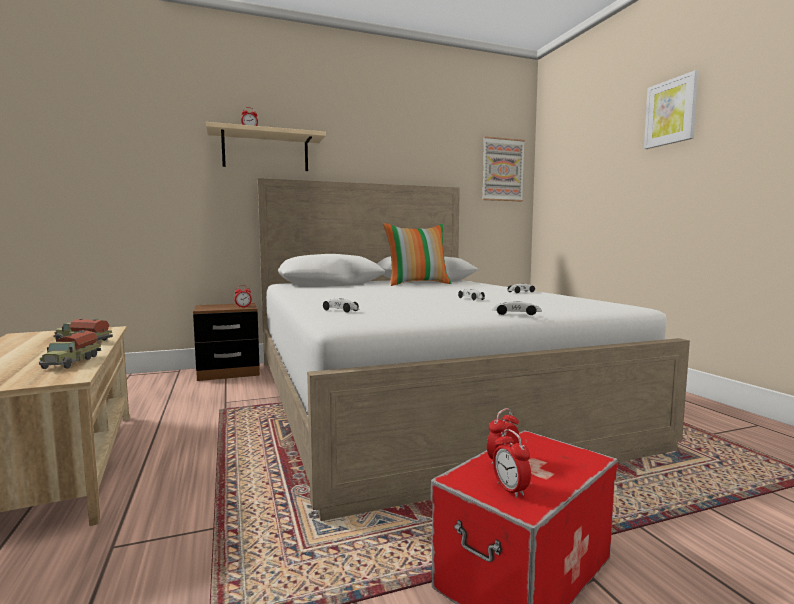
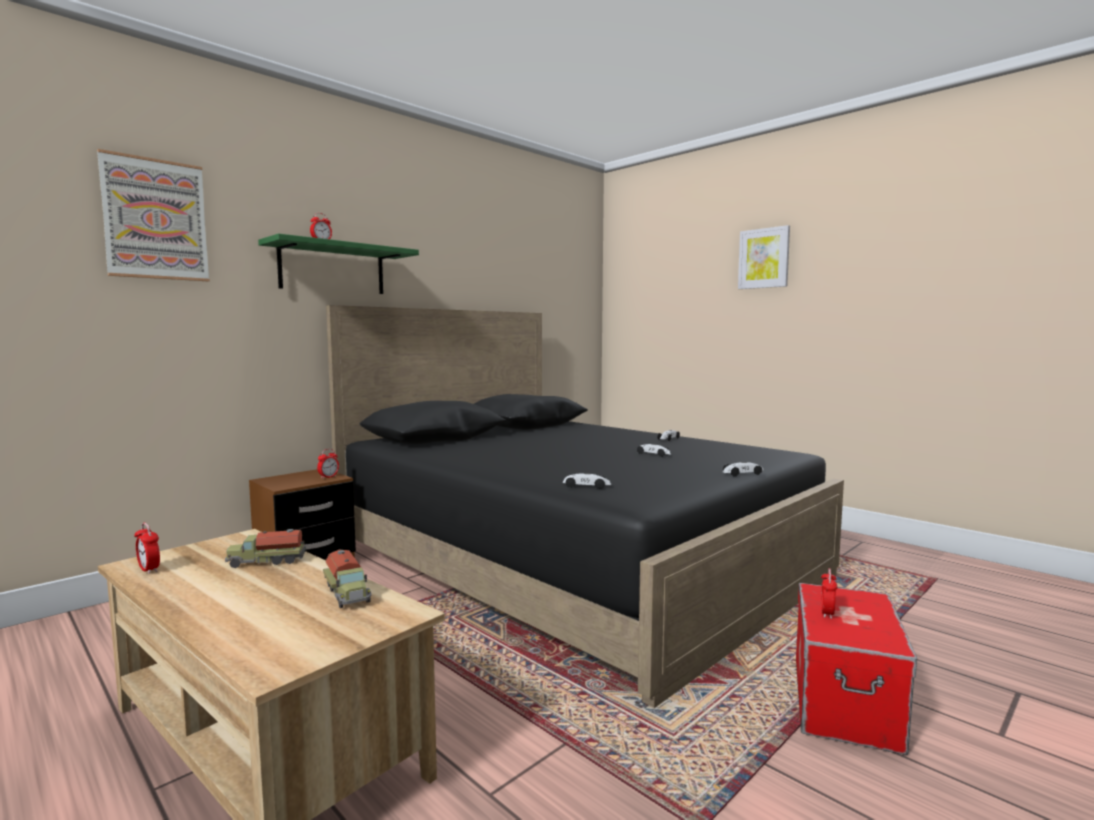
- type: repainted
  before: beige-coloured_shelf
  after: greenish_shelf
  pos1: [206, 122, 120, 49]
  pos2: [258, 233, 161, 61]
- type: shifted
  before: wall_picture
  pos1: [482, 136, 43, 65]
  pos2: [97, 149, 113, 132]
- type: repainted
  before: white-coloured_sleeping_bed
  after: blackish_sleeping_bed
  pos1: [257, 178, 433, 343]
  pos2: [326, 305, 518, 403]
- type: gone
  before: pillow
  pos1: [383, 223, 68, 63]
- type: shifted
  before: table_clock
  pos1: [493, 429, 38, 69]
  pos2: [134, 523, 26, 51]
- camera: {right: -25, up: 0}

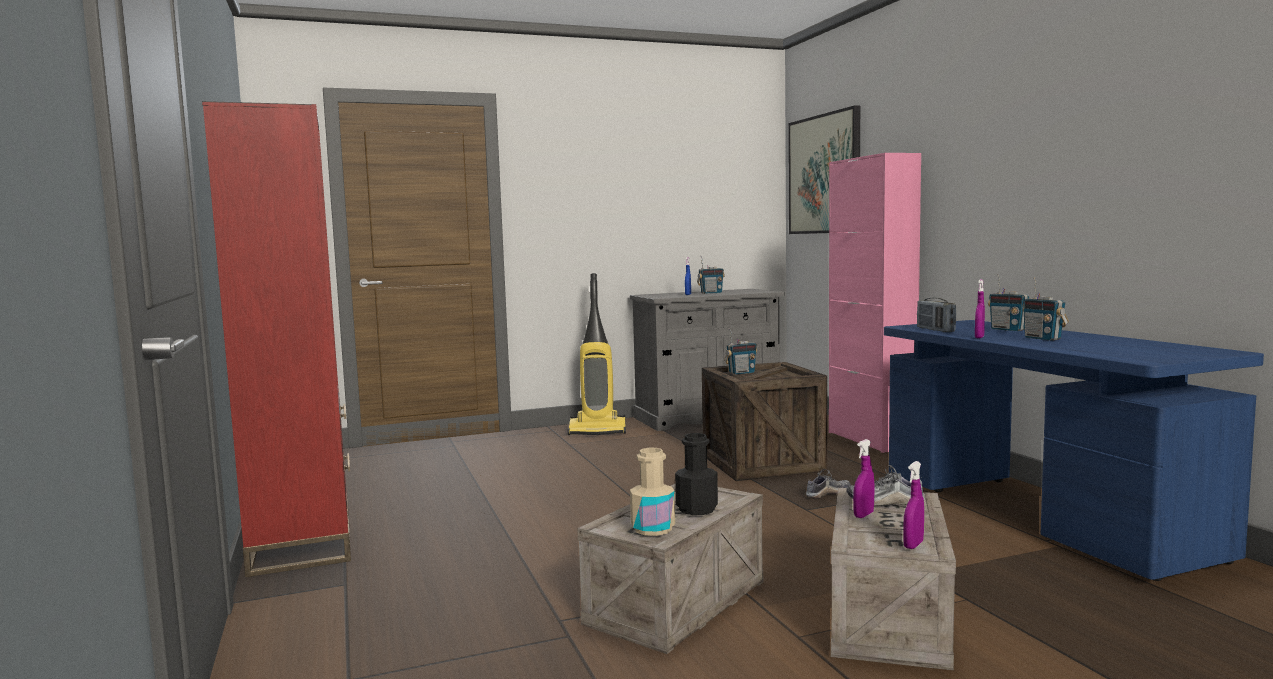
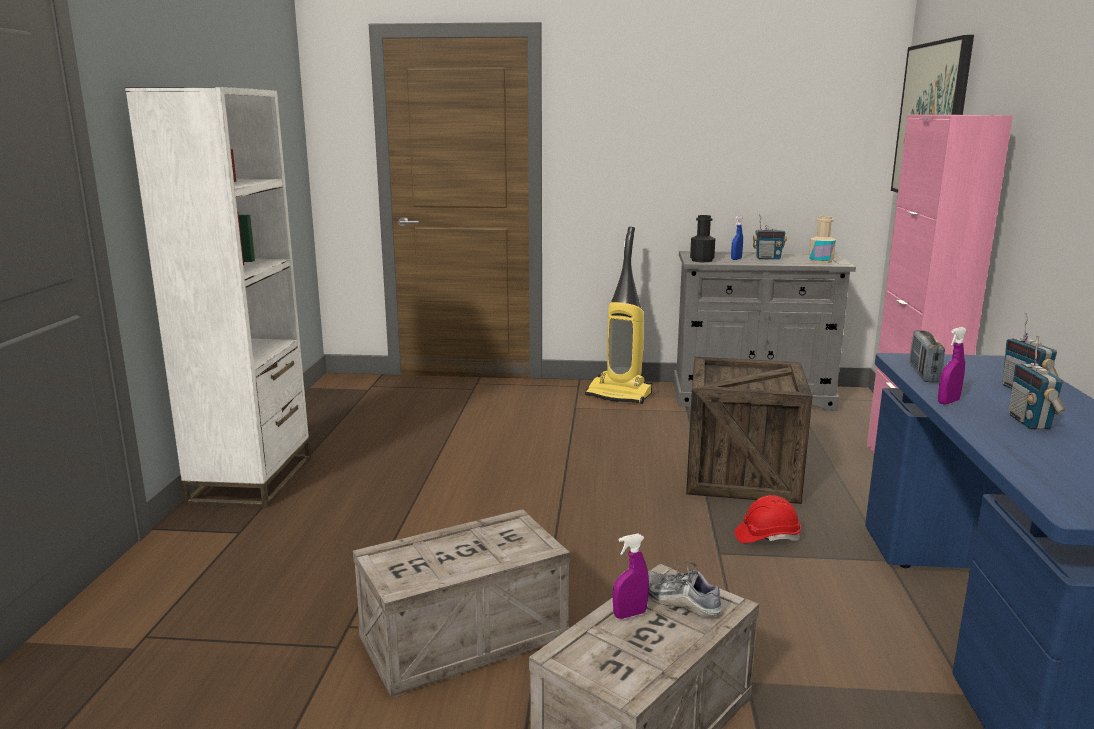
- type: repainted
  before: red_shelving_unit
  after: white-coloured_shelving_unit
  pos1: [202, 101, 149, 476]
  pos2: [125, 87, 186, 421]
- type: gone
  before: radio
  pos1: [724, 328, 33, 47]
- type: shifted
  before: blackish_beverage_bottle
  pos1: [675, 433, 43, 82]
  pos2: [690, 215, 25, 47]
- type: shifted
  before: beige-coloured_beverage_bottle
  pos1: [630, 448, 45, 88]
  pos2: [809, 216, 27, 47]
- type: gone
  before: purplish_hand_sprayer
  pos1: [903, 461, 21, 88]
- type: swapped
  before: shoe
  after: red_hard_hat
  pos1: [806, 469, 45, 30]
  pos2: [735, 495, 66, 48]
- camera: {right: 25, up: 10}

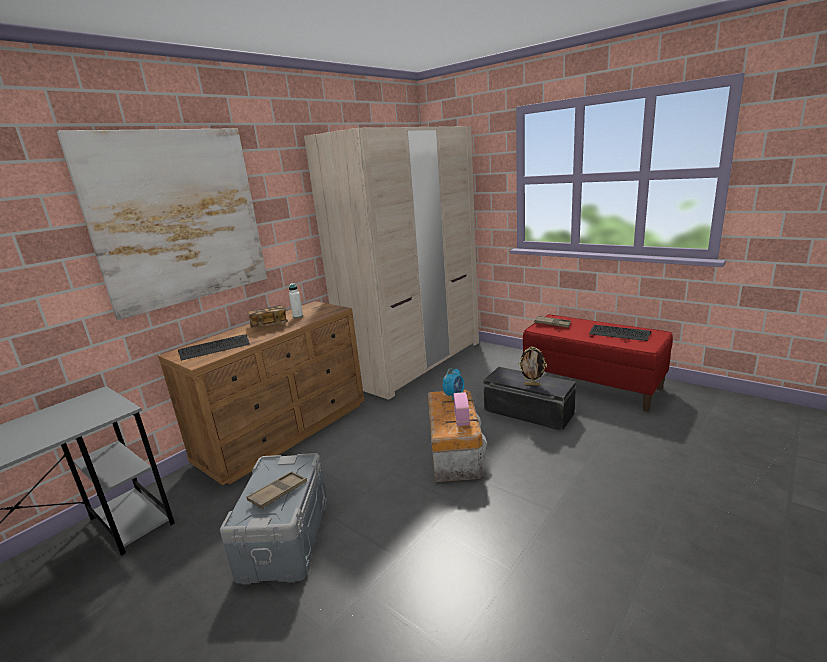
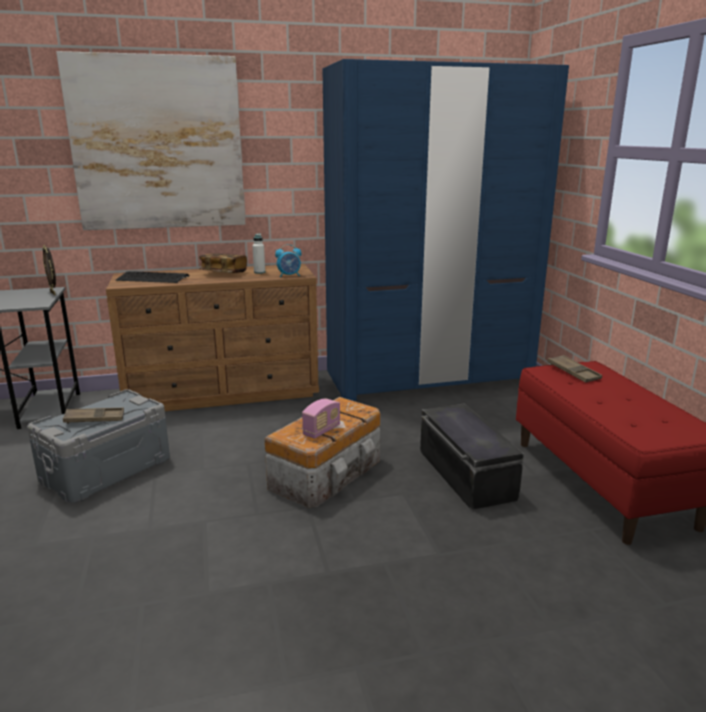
- type: repainted
  before: beige-coloured_clothes_cupboard
  after: bluish_clothes_cupboard
  pos1: [304, 126, 175, 274]
  pos2: [322, 59, 247, 342]
- type: gone
  before: PC_keyboard
  pos1: [589, 325, 63, 16]
- type: shifted
  before: standing_frame
  pos1: [518, 346, 29, 40]
  pos2: [42, 245, 14, 50]
- type: shifted
  before: table_clock
  pos1: [443, 368, 21, 33]
  pos2: [275, 244, 27, 34]
- camera: {right: 35, up: 0}

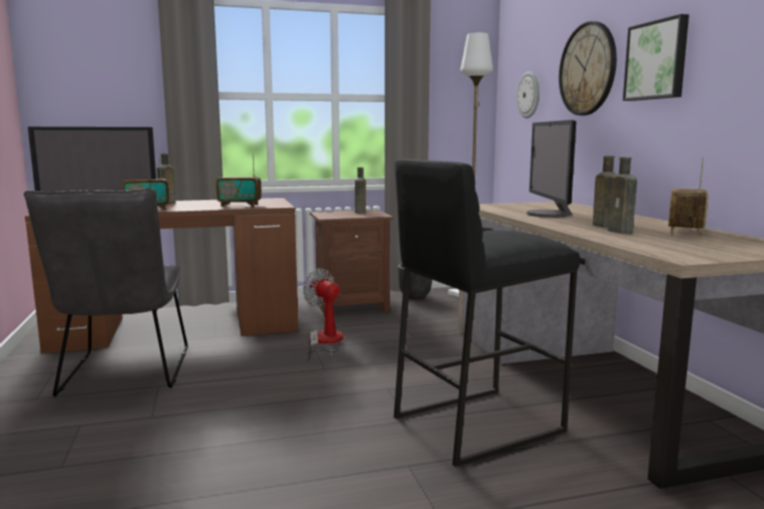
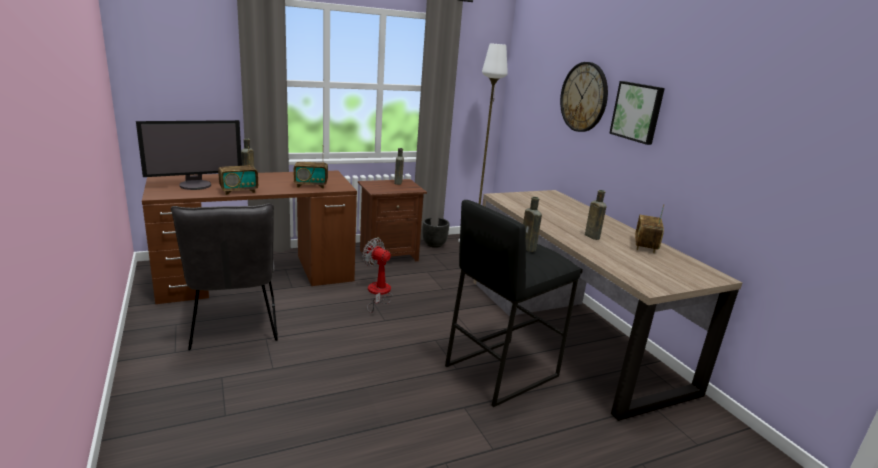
- type: gone
  before: clock_on_the_wall
  pos1: [516, 71, 24, 47]
- type: gone
  before: computer_display
  pos1: [527, 120, 49, 97]
- type: shifted
  before: brown_beverage_bottle
  pos1: [608, 157, 29, 77]
  pos2: [523, 197, 19, 55]
- camera: {right: -10, up: 10}

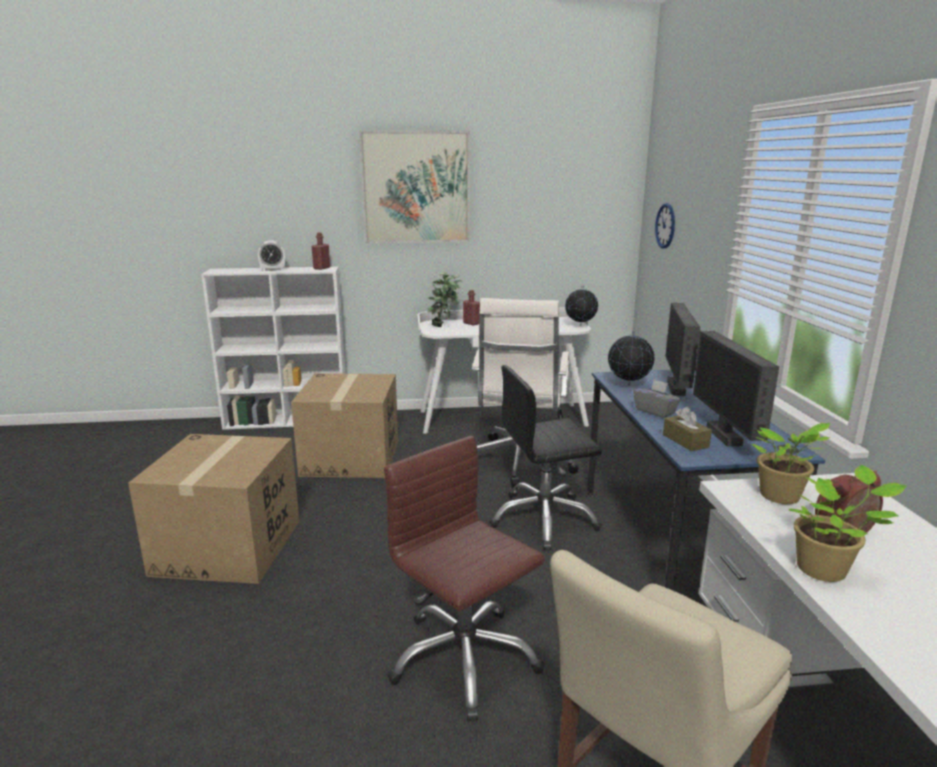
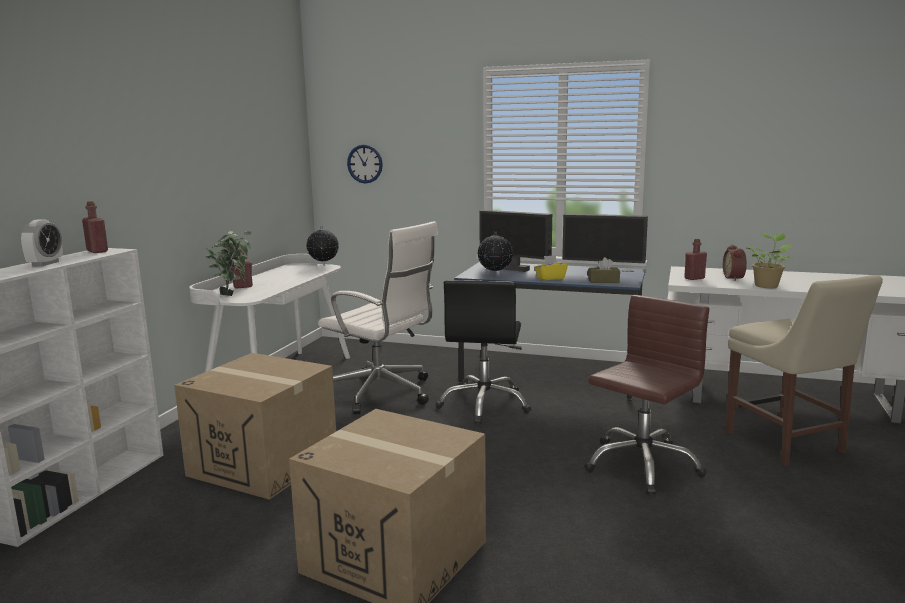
- type: gone
  before: wall_picture
  pos1: [359, 130, 111, 113]
- type: repainted
  before: grey_box_of_tissues
  after: yellow-coloured_box_of_tissues
  pos1: [633, 379, 48, 39]
  pos2: [534, 255, 34, 25]
- type: swapped
  before: potted_plant
  after: red_beverage_bottle
  pos1: [751, 423, 79, 81]
  pos2: [684, 239, 23, 41]
- type: rotated
  before: brown_desk_chair
  pos1: [384, 436, 160, 285]
  pos2: [584, 295, 125, 200]
  turn: 150
- camera: {right: -65, up: -5}

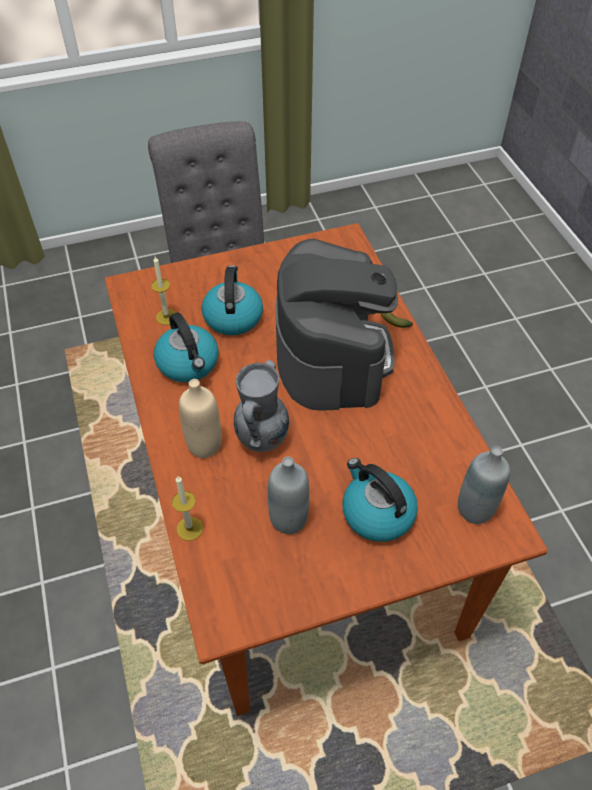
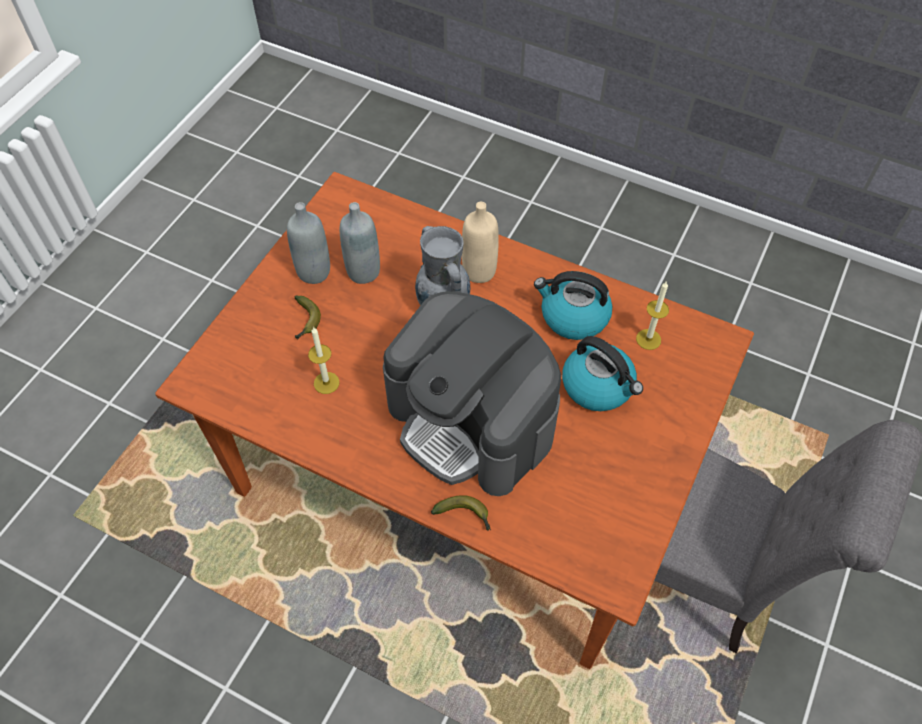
- type: shifted
  before: grey_beverage_bottle
  pos1: [458, 446, 52, 78]
  pos2: [287, 202, 43, 82]
- type: swapped
  before: water_kettle
  after: banana
  pos1: [342, 458, 76, 84]
  pos2: [295, 295, 26, 45]
- type: shifted
  before: wax_light
  pos1: [172, 476, 31, 65]
  pos2: [308, 327, 31, 67]
- camera: {right: 135, up: 5}

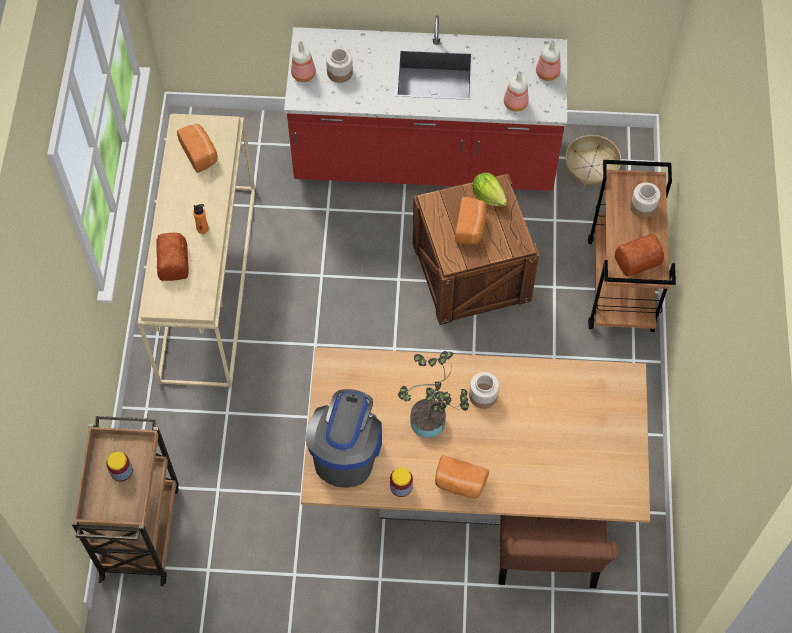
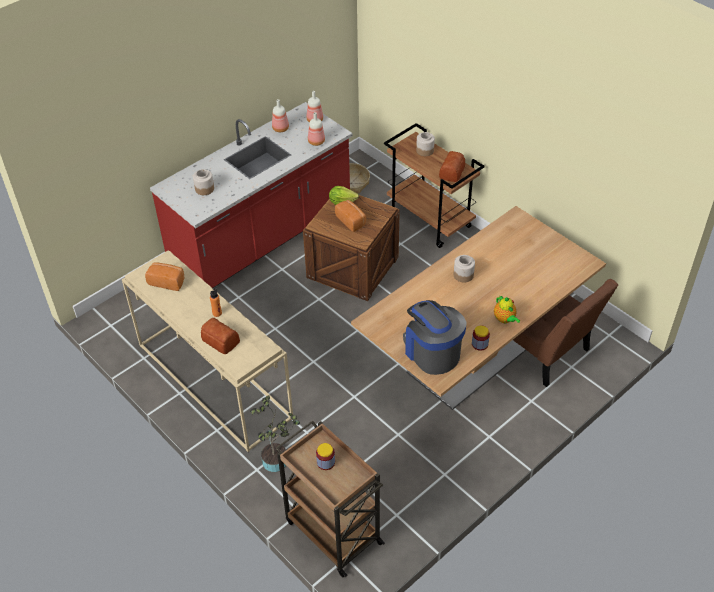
- type: shifted
  before: beverage_bottle
  pos1: [291, 41, 25, 41]
  pos2: [272, 99, 17, 33]
- type: shifted
  before: potted_plant
  pos1: [398, 351, 71, 87]
  pos2: [250, 395, 50, 77]
- type: swapped
  before: bread
  after: pot_for_tea
  pos1: [435, 455, 54, 43]
  pos2: [494, 295, 26, 28]
- camera: {right: -45, up: -15}

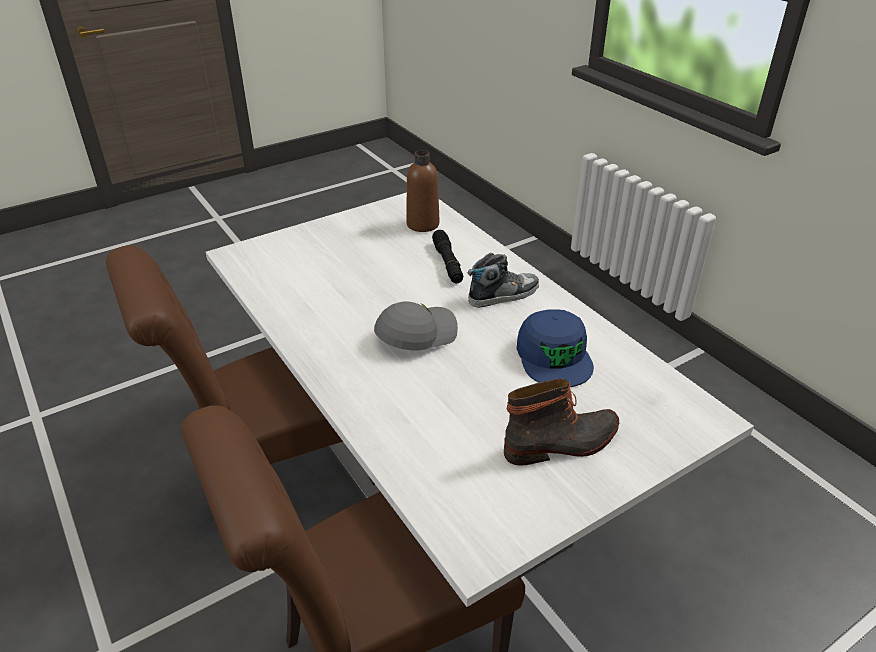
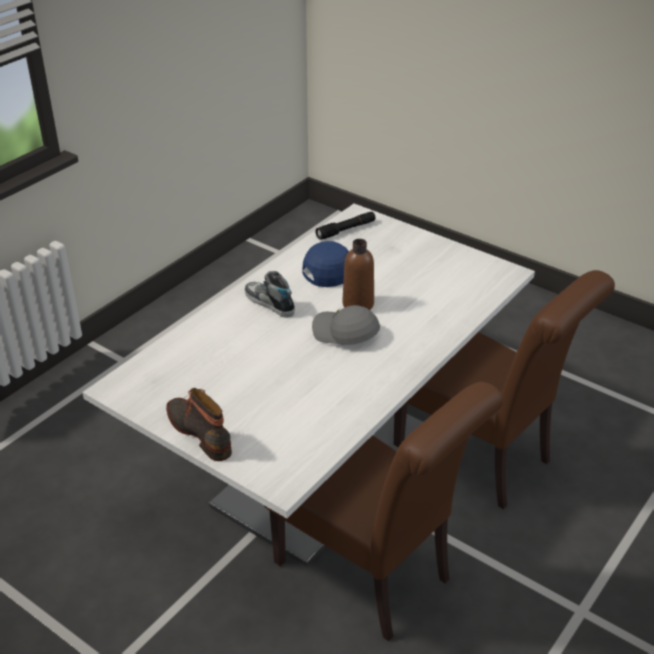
- type: shifted
  before: brown_beverage_bottle
  pos1: [406, 150, 33, 82]
  pos2: [343, 239, 31, 71]
- type: shifted
  before: blackish_flashlight
  pos1: [432, 230, 31, 53]
  pos2: [316, 212, 60, 28]
- type: shifted
  before: high-top_boot
  pos1: [504, 379, 115, 86]
  pos2: [166, 388, 66, 73]
- camera: {right: -110, up: 0}

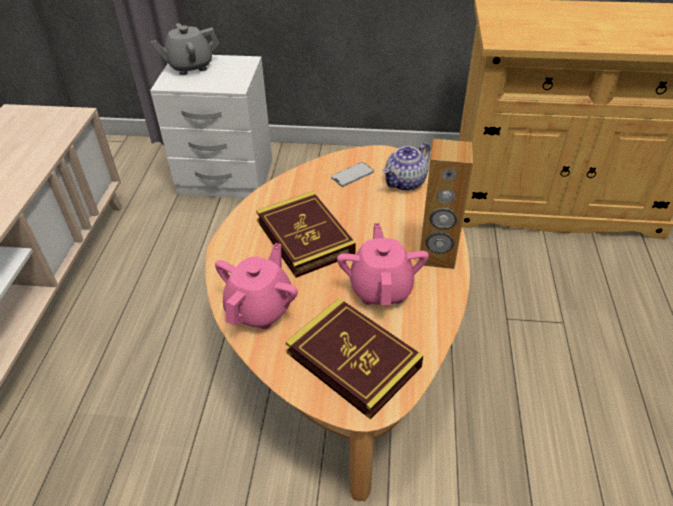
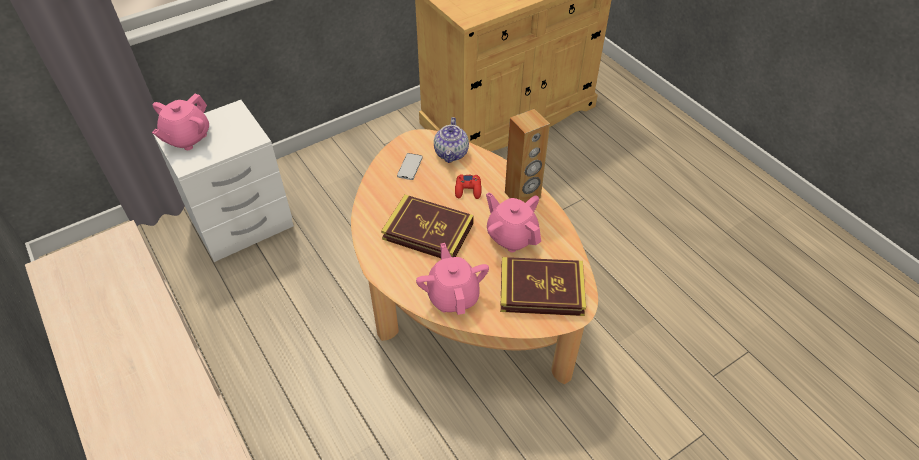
- type: repainted
  before: grey_pot_for_tea
  after: pinkish_pot_for_tea
  pos1: [150, 23, 69, 52]
  pos2: [152, 93, 57, 57]
- type: new
  after: red_game_controller
  pos2: [455, 174, 27, 25]
- camera: {right: -40, up: 5}

